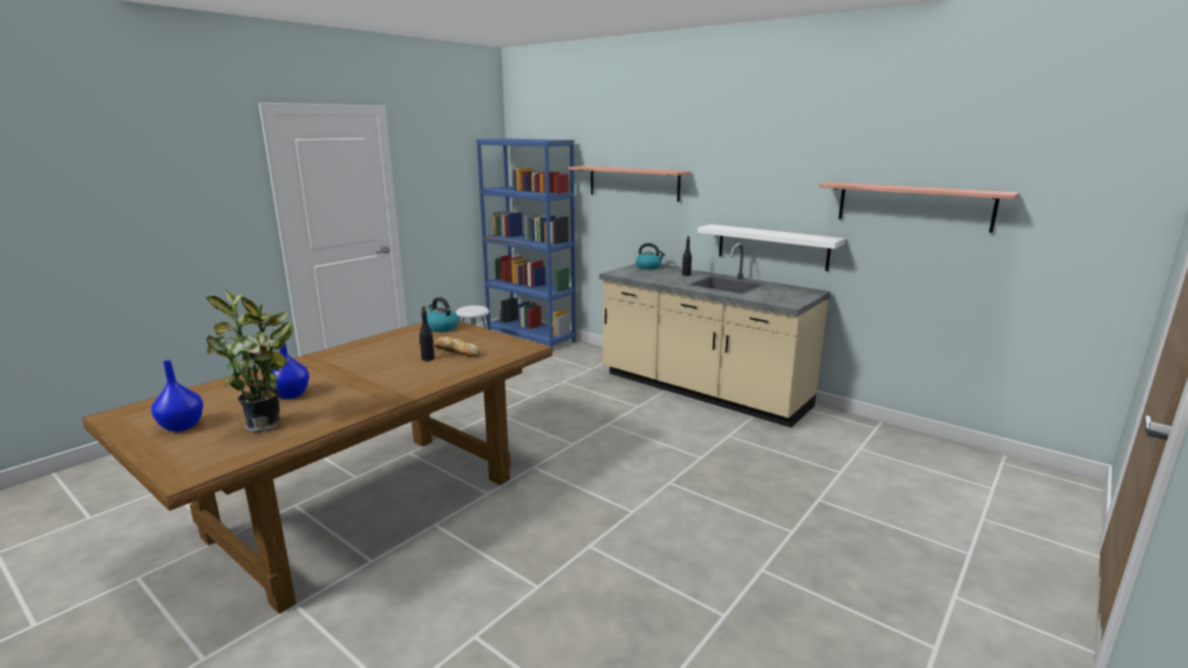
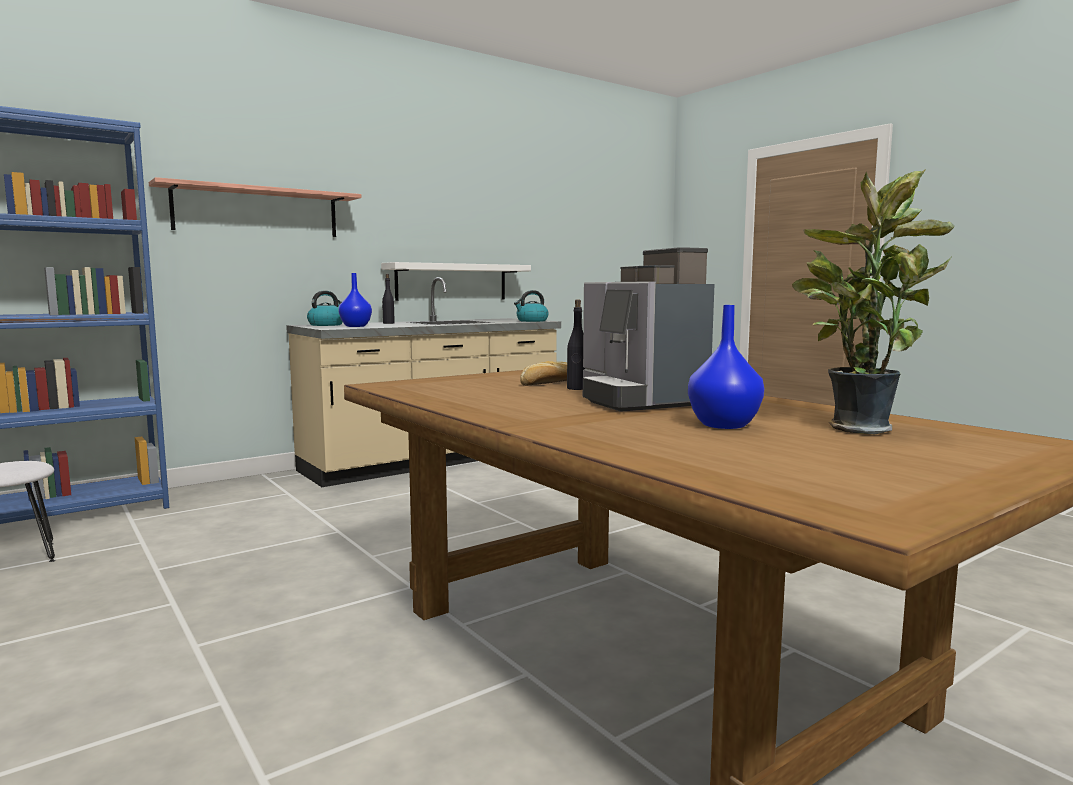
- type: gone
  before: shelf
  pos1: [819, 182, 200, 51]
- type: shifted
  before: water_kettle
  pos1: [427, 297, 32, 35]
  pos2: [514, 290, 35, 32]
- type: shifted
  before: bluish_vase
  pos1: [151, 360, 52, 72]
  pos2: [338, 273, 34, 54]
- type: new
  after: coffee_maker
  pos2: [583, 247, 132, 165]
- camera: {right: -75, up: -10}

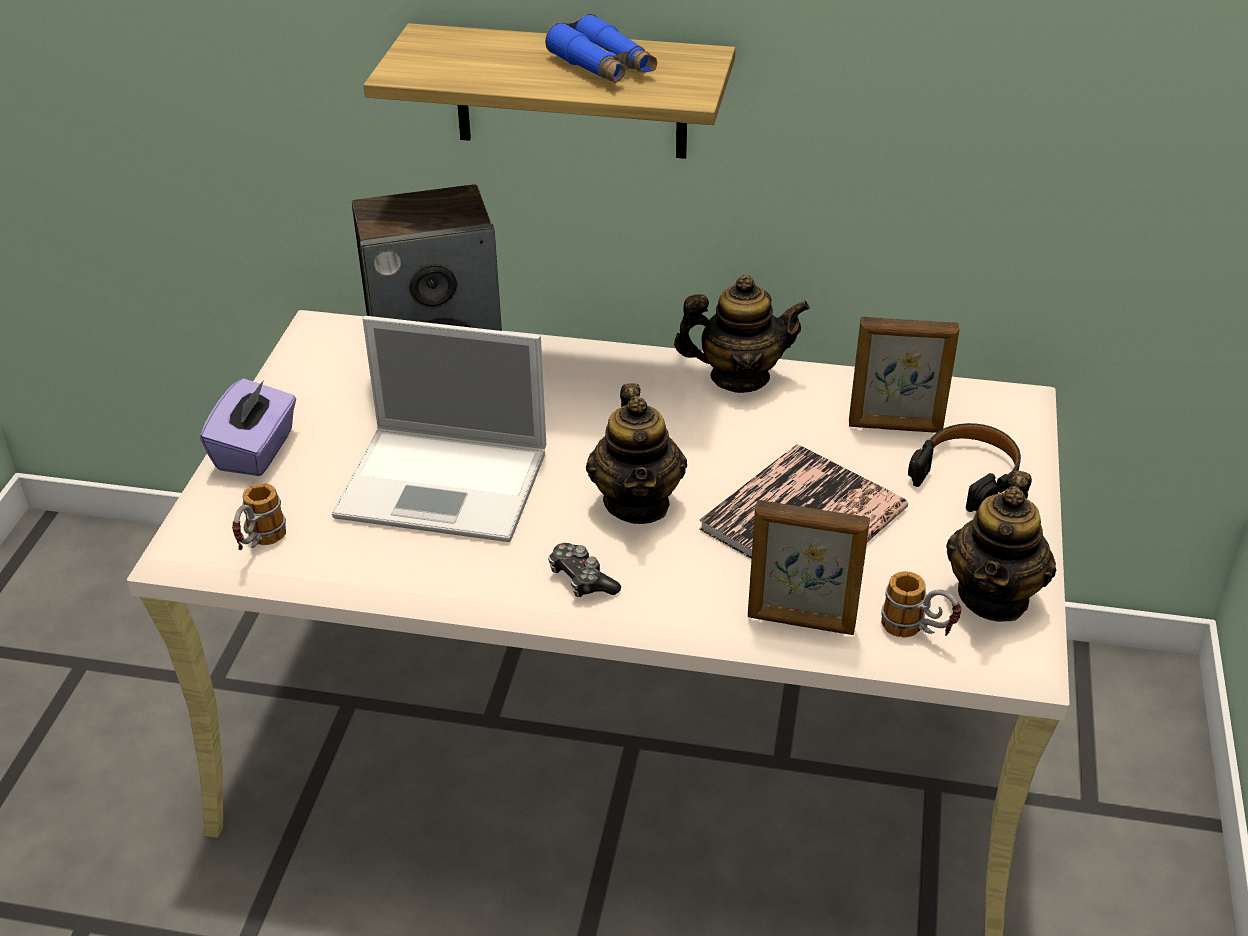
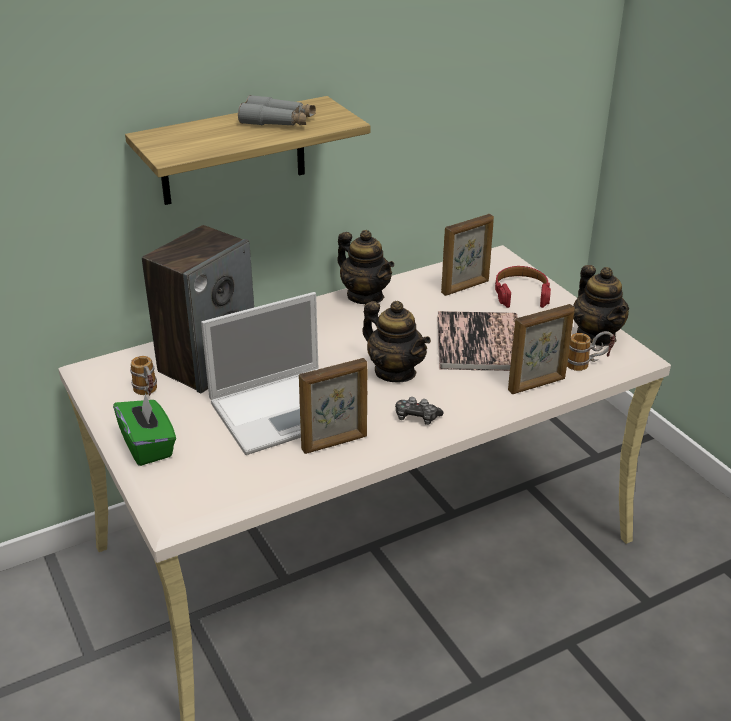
- type: repainted
  before: bluish_binoculars
  after: grey_binoculars
  pos1: [545, 14, 112, 69]
  pos2: [238, 95, 78, 30]
- type: rotated
  before: pot_for_tea
  pos1: [674, 275, 136, 118]
  pos2: [337, 230, 57, 74]
  turn: 90
- type: repainted
  before: purplish_box_of_tissues
  after: greenish_box_of_tissues
  pos1: [200, 378, 96, 98]
  pos2: [113, 393, 63, 73]
- type: repainted
  before: blackish_headphones
  after: red_headphones
  pos1: [908, 423, 113, 89]
  pos2: [495, 266, 56, 42]
- type: shifted
  before: mug
  pos1: [232, 483, 54, 67]
  pos2: [130, 356, 27, 40]
- type: new
  after: standing_frame
  pos2: [299, 358, 68, 96]
- camera: {right: -40, up: -5}

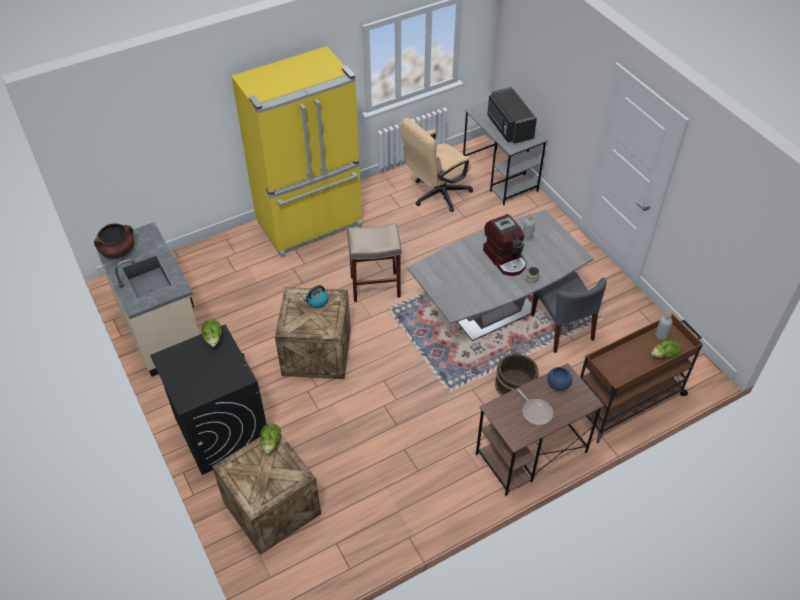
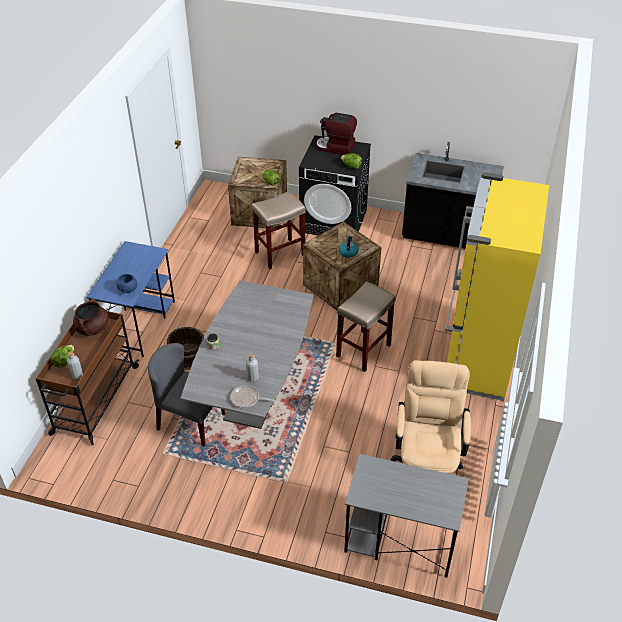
- type: gone
  before: blackish_microwave_oven
  pos1: [487, 87, 50, 57]
- type: shifted
  before: coffee_maker
  pos1: [483, 214, 44, 62]
  pos2: [316, 113, 41, 42]
- type: repainted
  before: beige-coloured_kitchen_base_unit
  after: blackish_kitchen_base_unit
  pos1: [96, 222, 104, 155]
  pos2: [402, 142, 102, 107]
- type: shifted
  before: brown_stockpot
  pos1: [94, 224, 40, 35]
  pos2: [73, 299, 36, 37]
- type: repainted
  before: brown_desk_unit
  after: bluish_desk_unit
  pos1: [476, 363, 128, 133]
  pos2: [86, 241, 89, 116]
- type: shifted
  before: pan
  pos1: [517, 389, 36, 36]
  pos2: [231, 385, 43, 23]
- type: new
  after: beige-coloured_stool
  pos2: [252, 191, 54, 78]
- camera: {right: 135, up: -5}

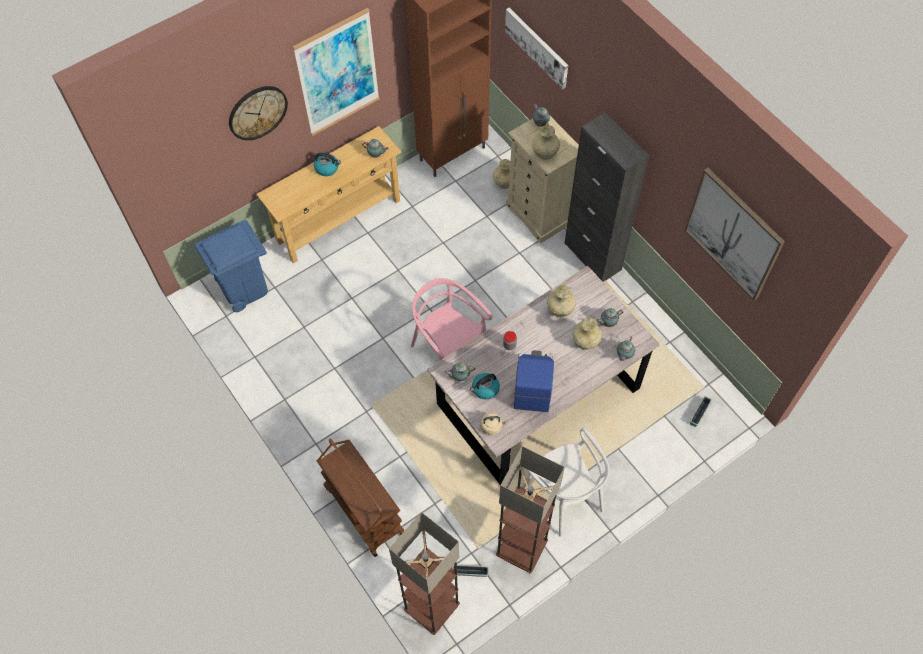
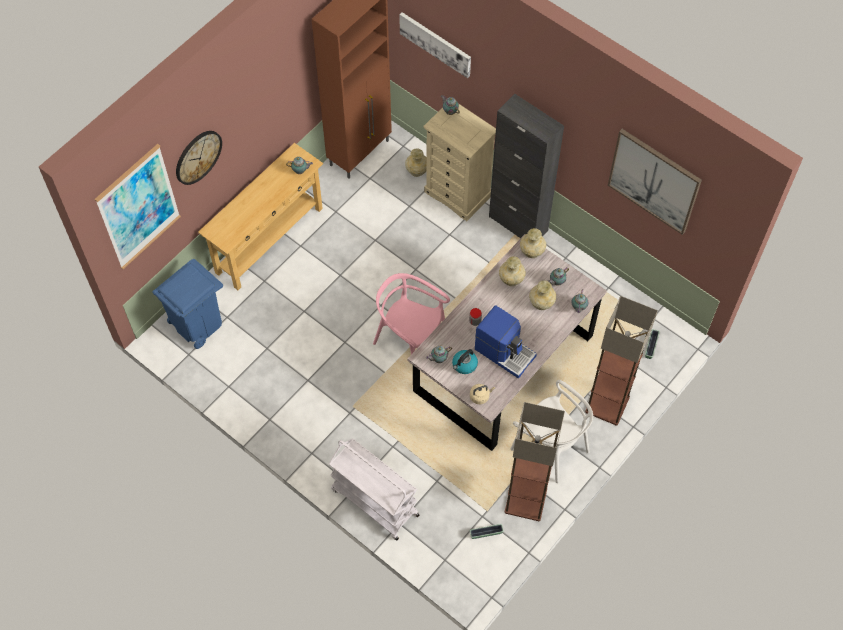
- type: shifted
  before: wall_picture
  pos1: [293, 8, 87, 128]
  pos2: [95, 144, 86, 125]
- type: shifted
  before: beige-coloured_vase
  pos1: [532, 125, 28, 35]
  pos2: [520, 228, 26, 30]
- type: gone
  before: water_kettle
  pos1: [314, 152, 27, 24]
- type: rotated
  before: coffee_maker
  pos1: [514, 350, 40, 62]
  pos2: [475, 305, 62, 74]
  turn: 135
- type: repainted
  before: brown_wheeled_cart
  after: white-coloured_wheeled_cart
  pos1: [317, 438, 87, 119]
  pos2: [329, 439, 90, 102]
- type: shifted
  before: standing_lamp
  pos1: [389, 512, 71, 123]
  pos2: [585, 296, 73, 130]
- camera: {right: -15, up: 0}

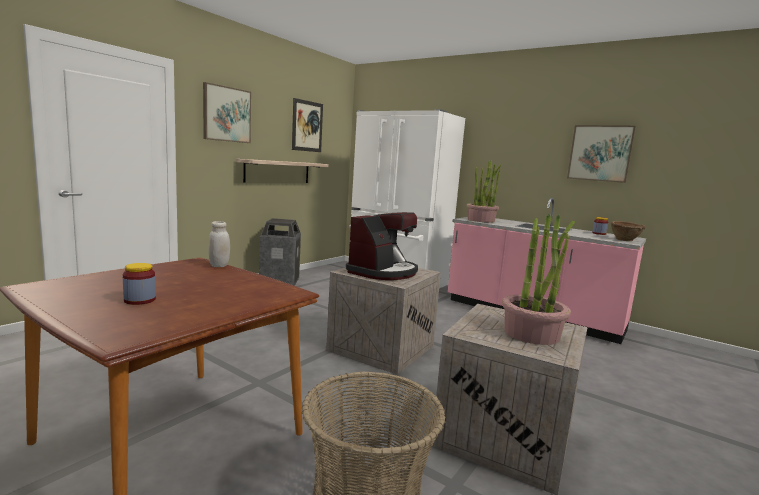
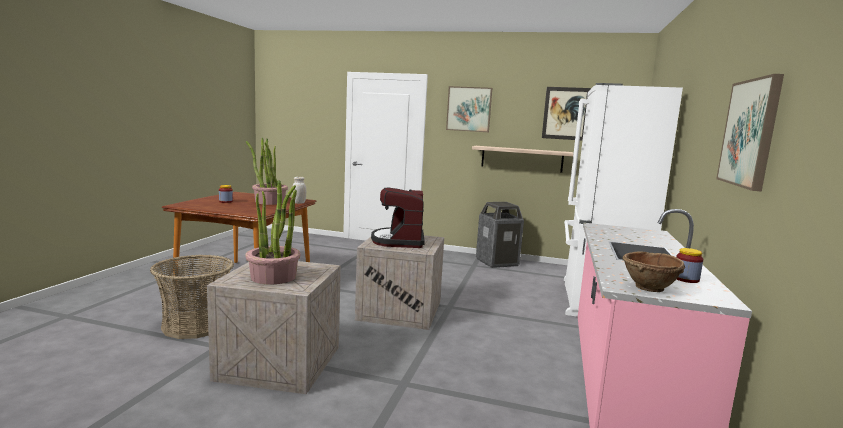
- type: shifted
  before: potted_plant
  pos1: [467, 160, 34, 63]
  pos2: [246, 138, 42, 67]
- type: rotated
  before: coffee_maker
  pos1: [346, 212, 72, 68]
  pos2: [371, 188, 54, 60]
  turn: 75
- camera: {right: 70, up: 0}

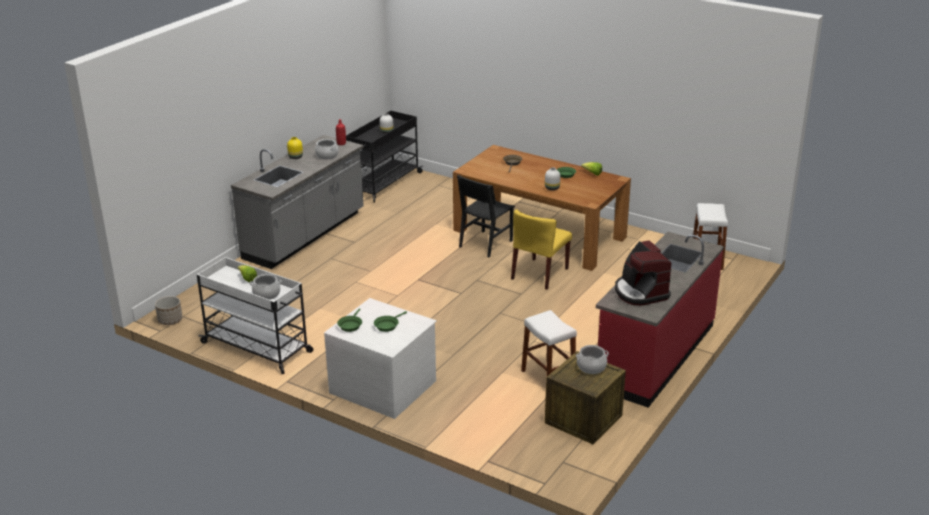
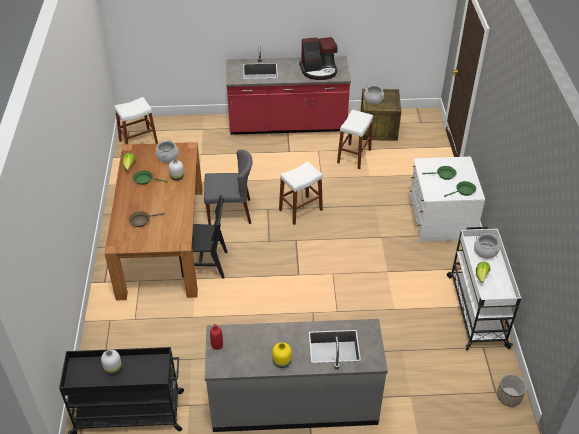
- type: shifted
  before: stockpot
  pos1: [315, 139, 23, 21]
  pos2: [156, 140, 22, 23]
- type: repainted
  before: yellow-coloured_upright_chair
  after: grey_upright_chair
  pos1: [511, 209, 61, 81]
  pos2: [204, 150, 49, 75]
- type: rotated
  before: coffee_maker
  pos1: [615, 240, 57, 65]
  pos2: [299, 37, 38, 43]
  turn: 45
- type: new
  after: white-coloured_stool
  pos2: [279, 161, 44, 64]
- camera: {right: -125, up: 15}

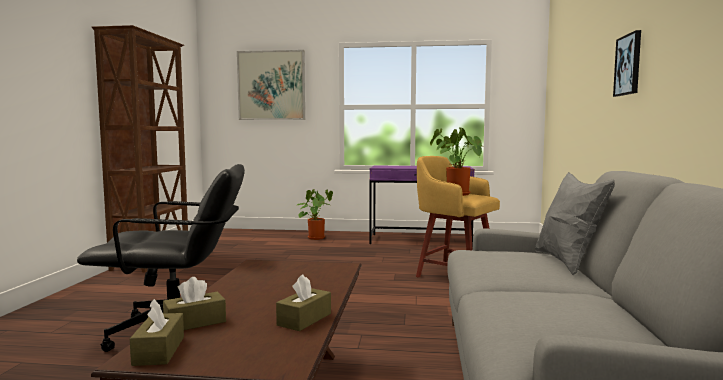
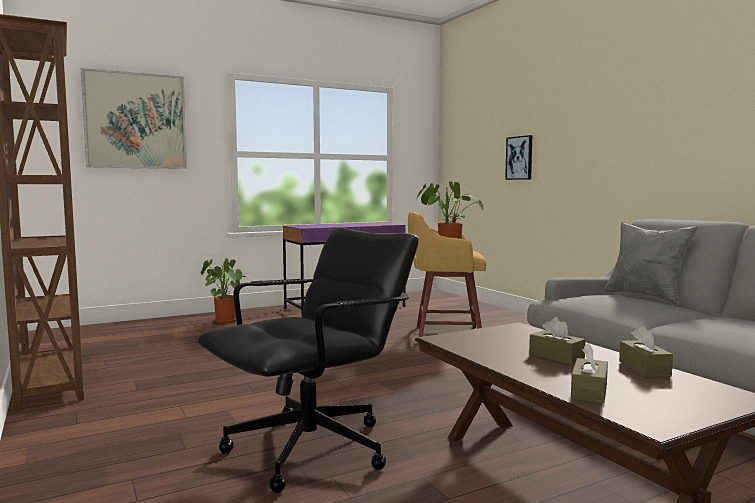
- type: shifted
  before: wall_picture
  pos1: [613, 30, 28, 67]
  pos2: [505, 135, 27, 45]
- type: shifted
  before: brown_box_of_tissues
  pos1: [130, 299, 54, 67]
  pos2: [529, 317, 57, 48]
- camera: {right: -35, up: 0}

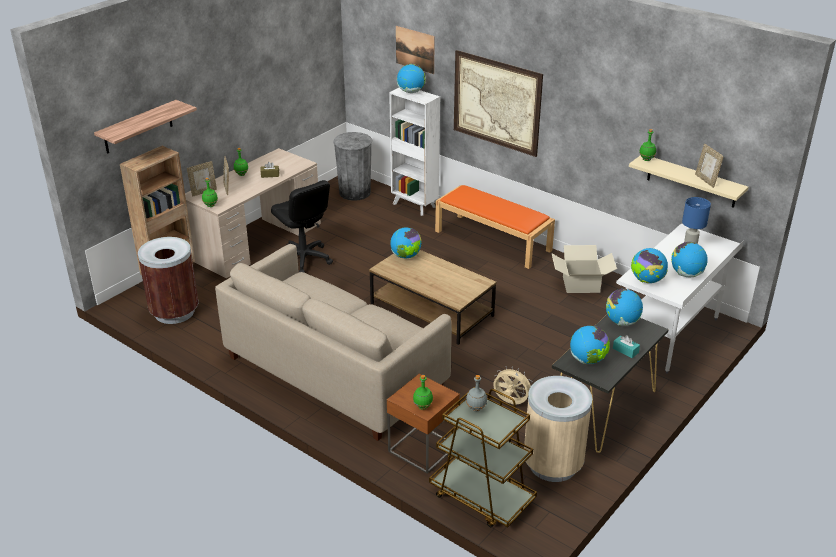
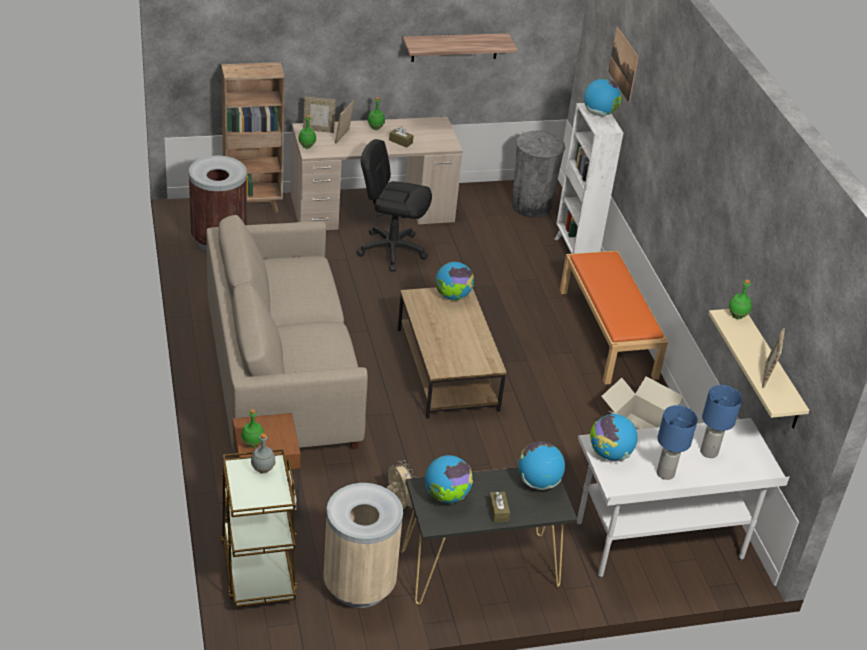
- type: gone
  before: wall_picture
  pos1: [454, 50, 89, 107]
- type: shifted
  before: shelf
  pos1: [94, 100, 103, 54]
  pos2: [403, 33, 115, 29]
- type: rotated
  before: blackish_desk_chair
  pos1: [271, 180, 62, 93]
  pos2: [357, 139, 75, 133]
  turn: 105
- type: swapped
  before: globe
  after: bluish_lamp_for_a_table
  pos1: [671, 242, 37, 35]
  pos2: [657, 405, 41, 75]
- type: repainted
  before: turquoise-coloured_box_of_tissues
  after: brown_box_of_tissues
  pos1: [613, 335, 27, 23]
  pos2: [489, 492, 21, 30]
- camera: {right: 35, up: 5}

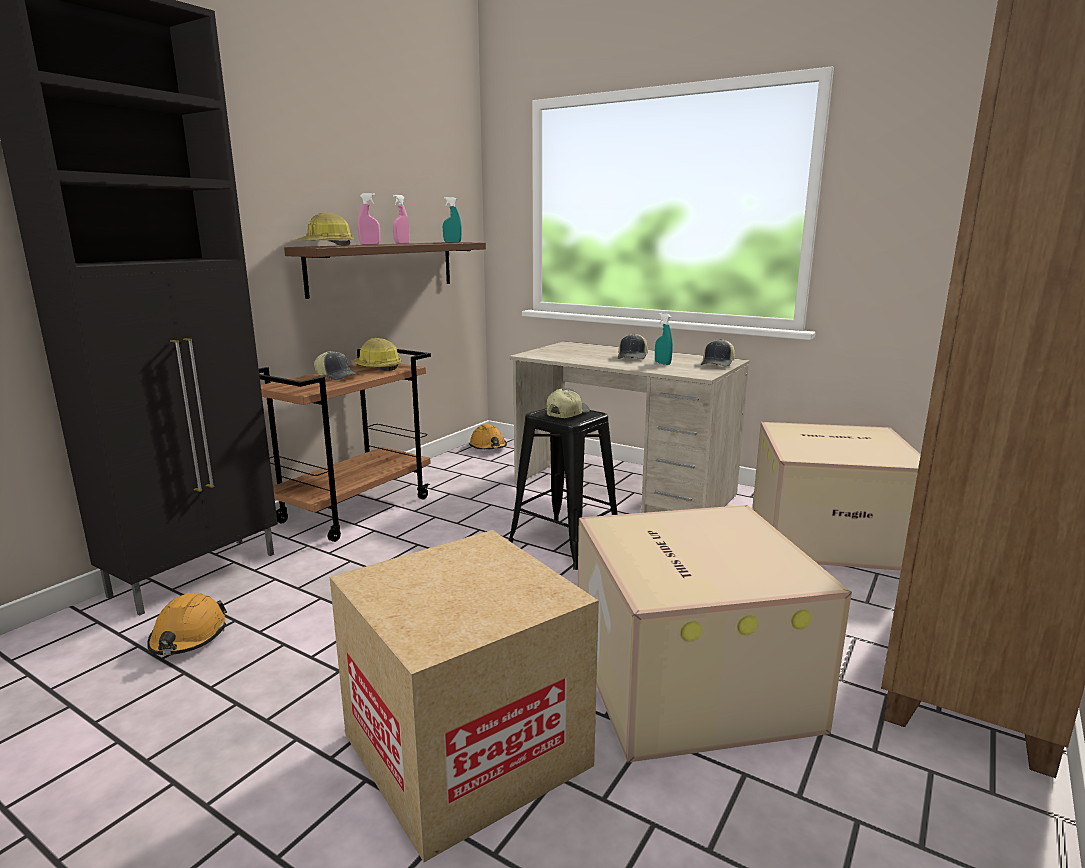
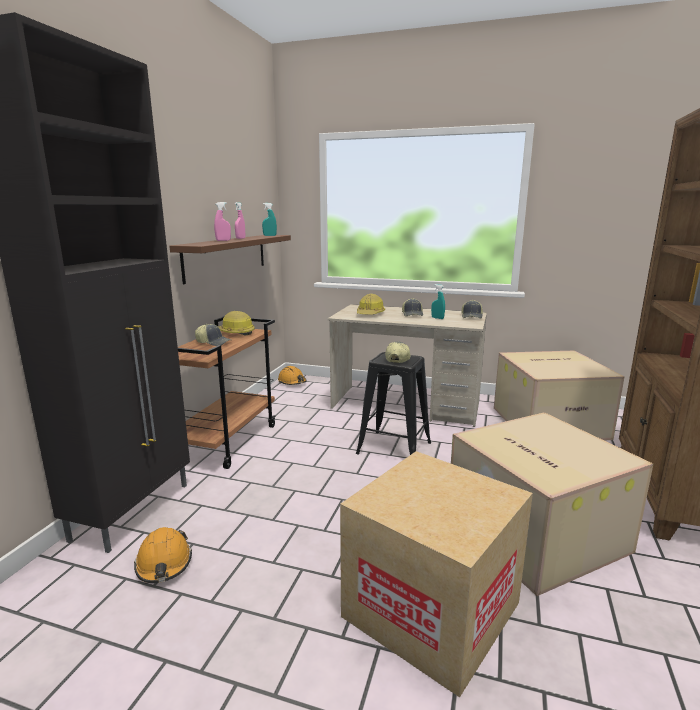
- type: shifted
  before: hard_hat
  pos1: [295, 213, 59, 33]
  pos2: [357, 294, 28, 21]
- camera: {right: -15, up: 0}

